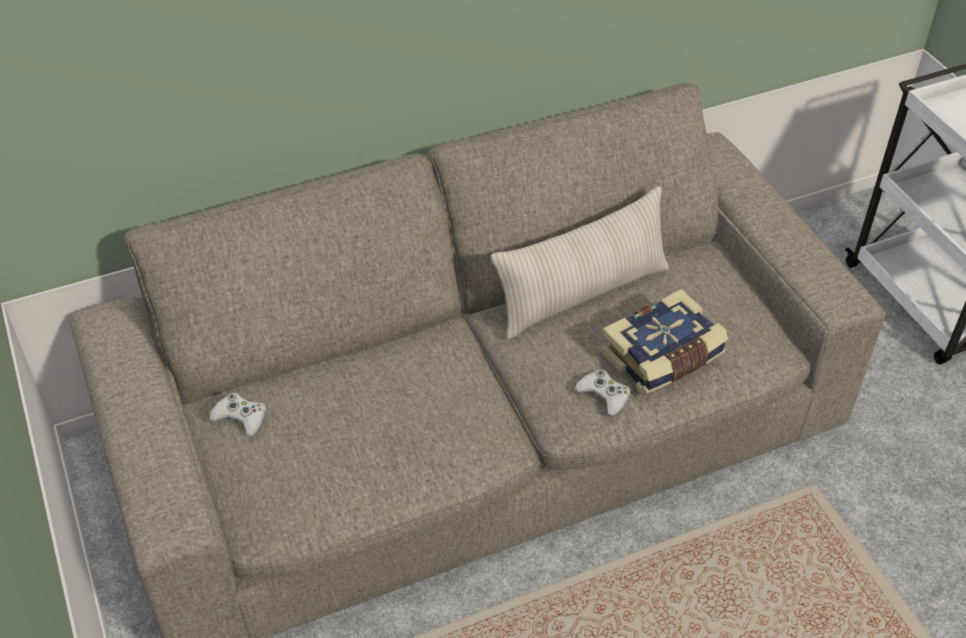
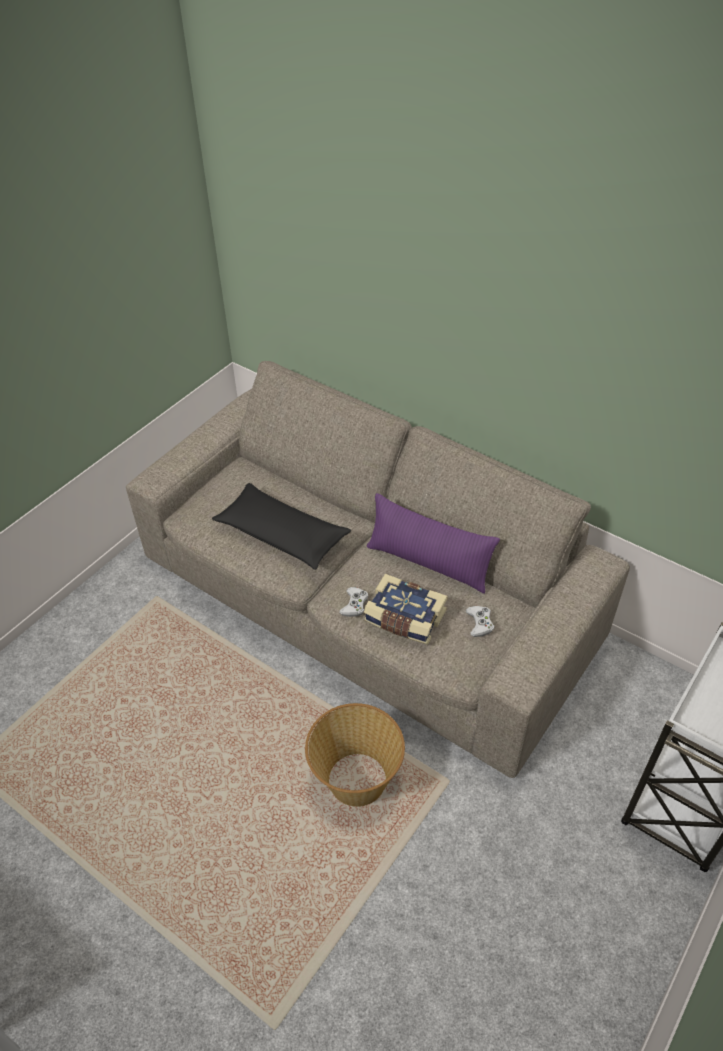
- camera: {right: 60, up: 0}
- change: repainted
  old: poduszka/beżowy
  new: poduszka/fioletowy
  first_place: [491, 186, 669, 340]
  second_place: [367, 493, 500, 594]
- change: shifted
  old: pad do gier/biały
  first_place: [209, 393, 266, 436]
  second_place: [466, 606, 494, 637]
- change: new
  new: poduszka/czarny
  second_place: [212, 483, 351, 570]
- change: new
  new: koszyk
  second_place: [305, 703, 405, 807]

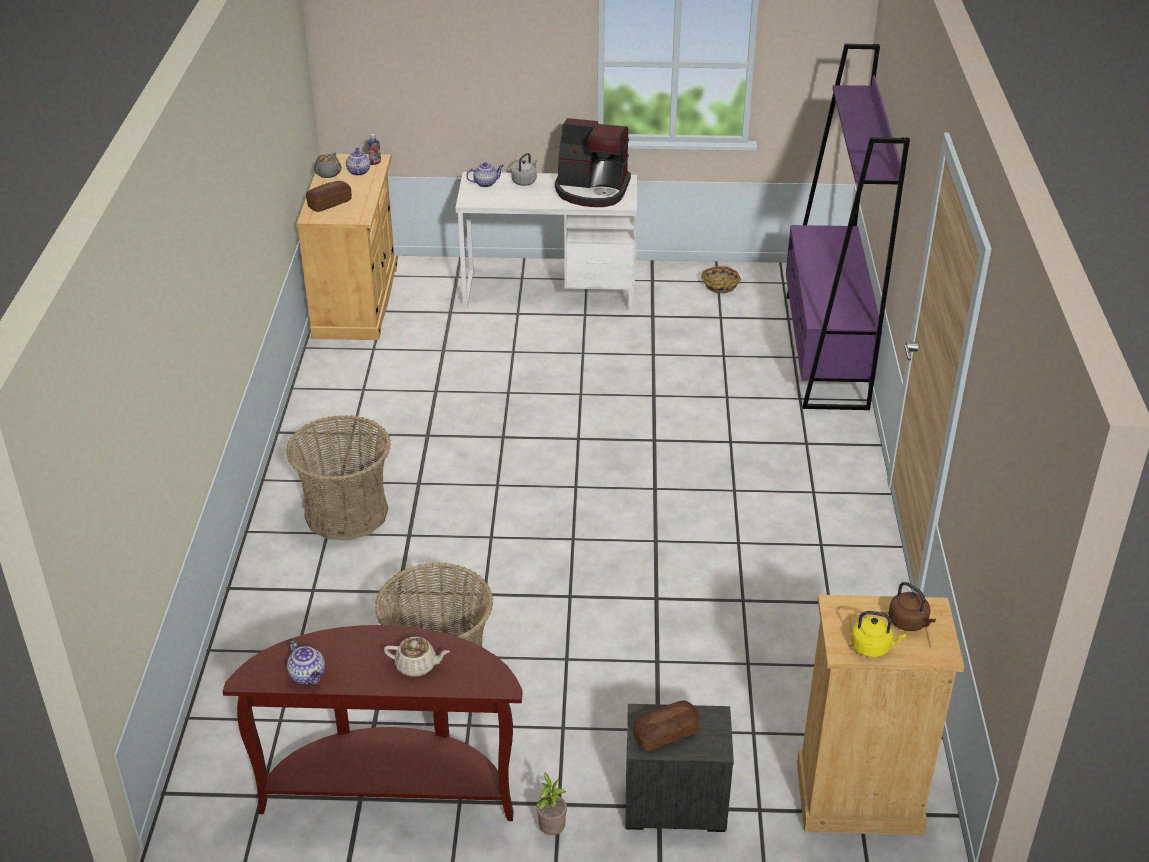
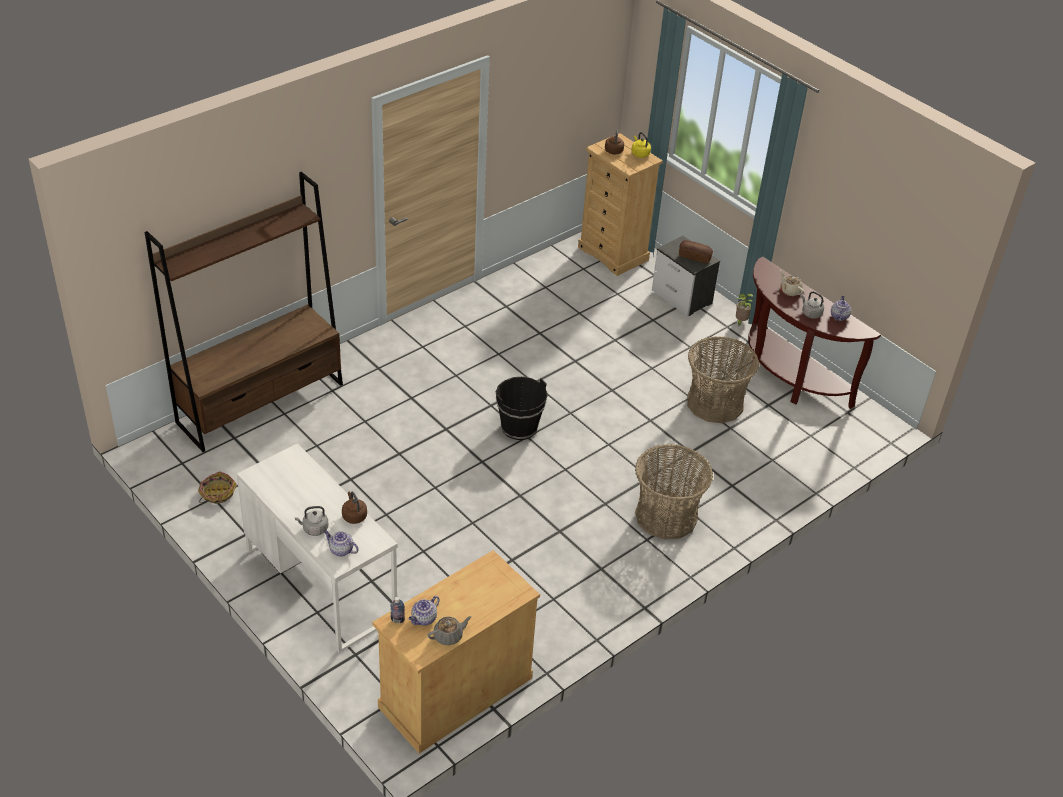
- camera: {right: -135, up: 5}
- change: repainted
  old: regał/fioletowy
  new: regał/brązowy
  first_place: [786, 43, 910, 410]
  second_place: [144, 172, 343, 452]
- change: gone
  old: ekspres do kawy
  first_place: [555, 118, 631, 207]
- change: gone
  old: chleb
  first_place: [306, 181, 352, 212]
- change: new
  new: czajnik/szary
  second_place: [801, 292, 824, 319]
- change: new
  new: wiadro/czarny
  second_place: [496, 377, 547, 440]
- change: new
  new: czajnik/brązowy
  second_place: [342, 491, 367, 524]

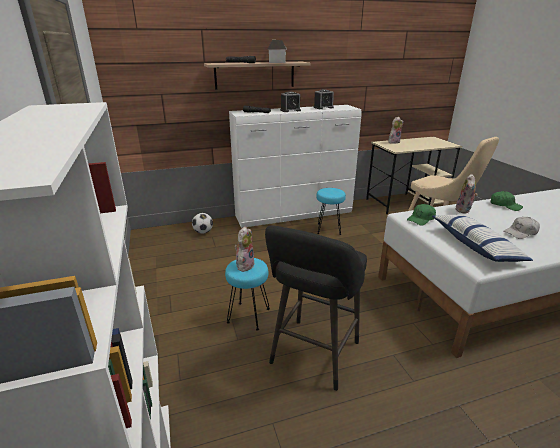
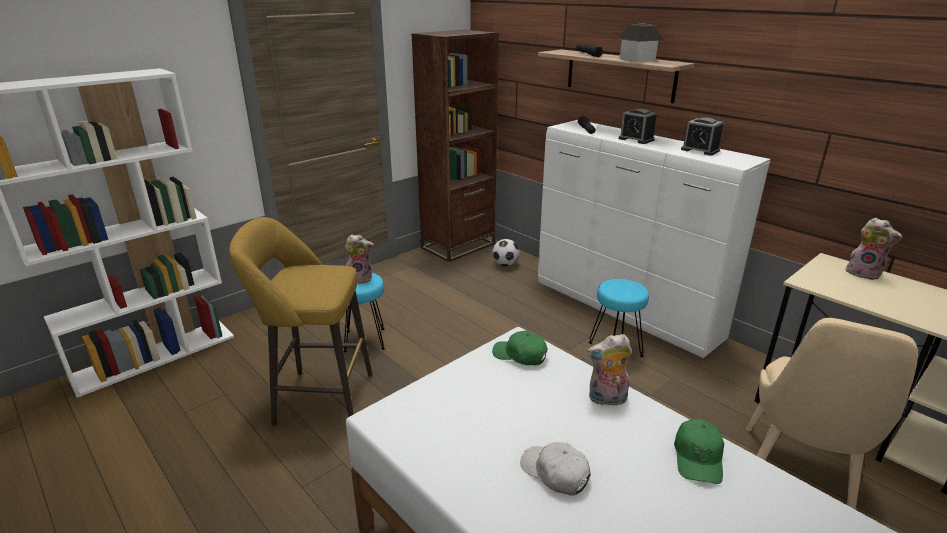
- camera: {right: 65, up: 0}
- change: gone
  old: poduszka
  first_place: [432, 215, 533, 262]
- change: repainted
  old: stołek/czarny
  new: stołek/żółty
  first_place: [265, 225, 367, 391]
  second_place: [229, 217, 373, 426]
- change: new
  new: regał/brązowy
  second_place: [411, 30, 499, 262]

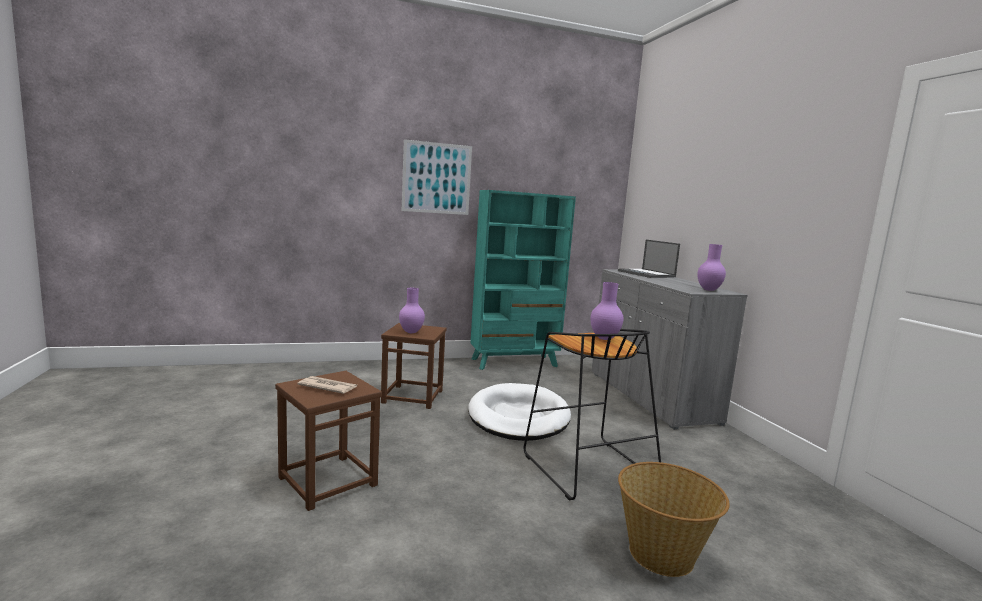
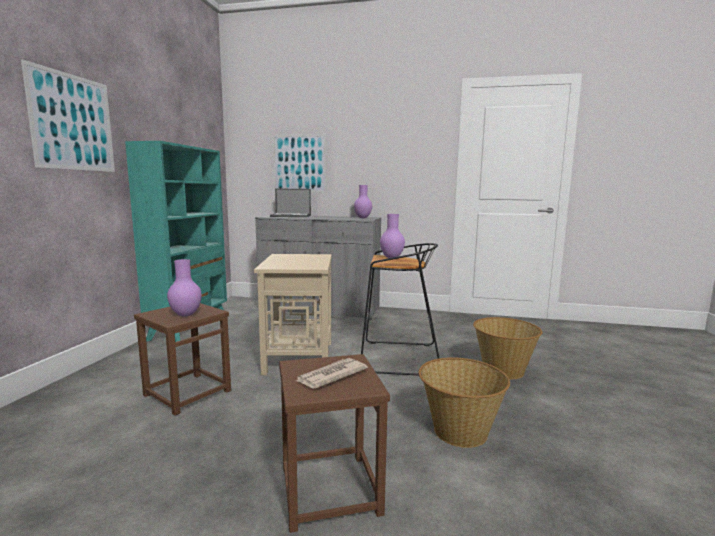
- camera: {right: -60, up: 0}
- change: swapped
  old: legowisko/biały
  new: stolik/beżowy
  first_place: [468, 383, 571, 441]
  second_place: [254, 254, 332, 375]
- change: new
  new: obraz
  second_place: [272, 134, 327, 193]
- change: new
  new: koszyk
  second_place: [419, 357, 510, 448]

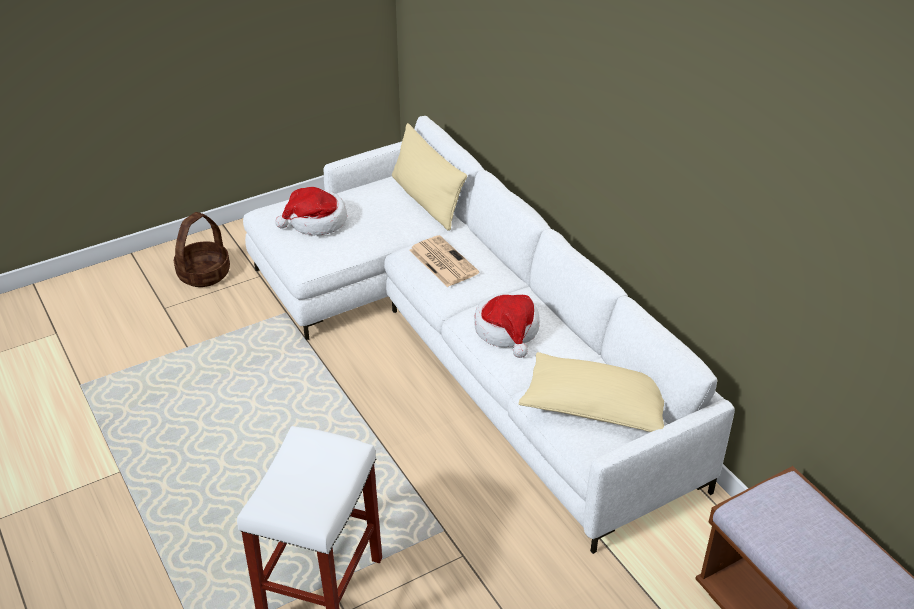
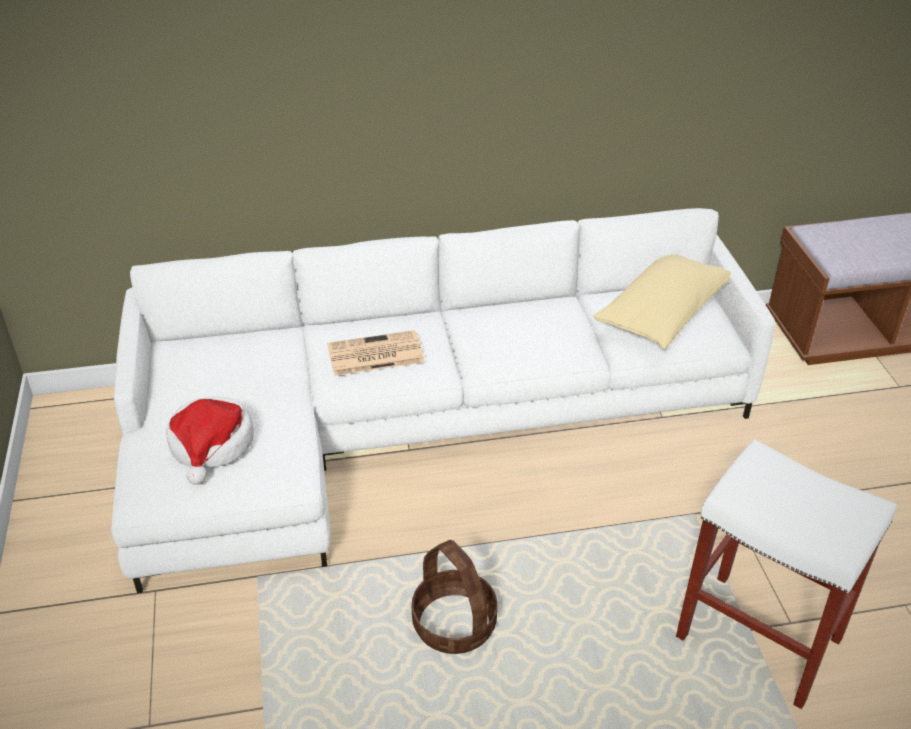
- camera: {right: -70, up: 0}
- change: gone
  old: poduszka/beżowy
  first_place: [392, 123, 467, 231]
- change: shifted
  old: koszyk
  first_place: [174, 212, 230, 287]
  second_place: [411, 540, 497, 654]
- change: gone
  old: kapelusz
  first_place: [474, 293, 540, 358]

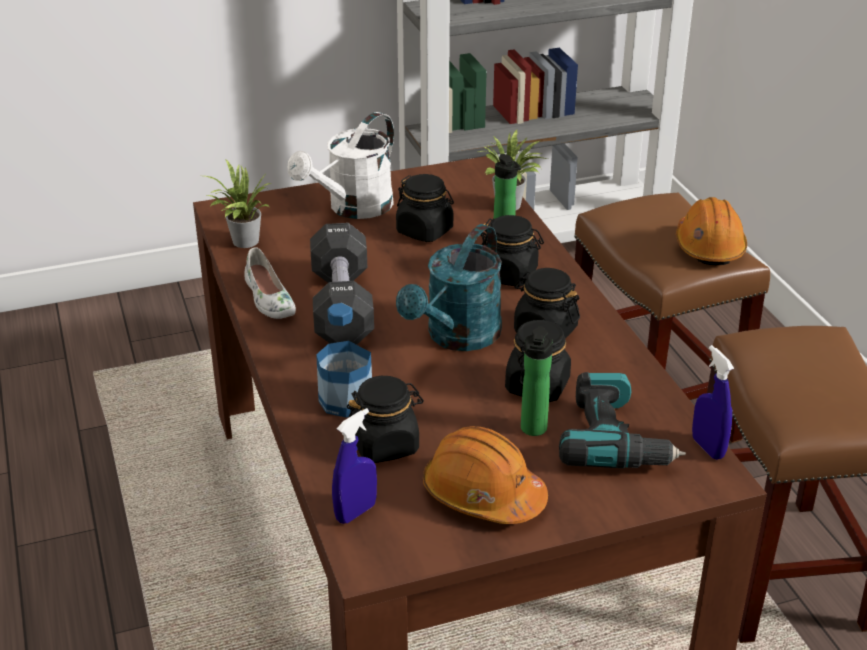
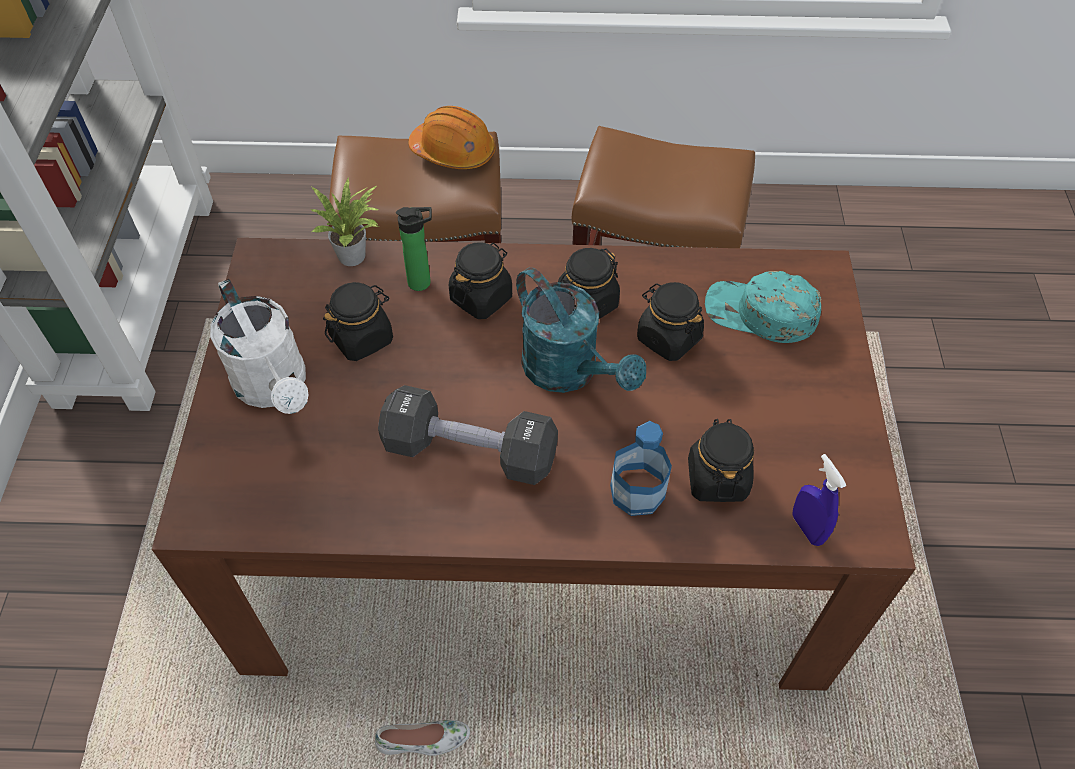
- camera: {right: -70, up: 20}
- change: gone
  old: roślina doniczkowa
  first_place: [205, 159, 272, 248]
- change: shifted
  old: but/biały
  first_place: [245, 247, 296, 319]
  second_place: [375, 720, 470, 756]
- change: gone
  old: butelka
  first_place: [521, 326, 553, 436]
- change: gone
  old: spryskiwacz/niebieski
  first_place: [692, 345, 734, 460]
- change: swapped
  old: wiertarka
  new: czapka z daszkiem/turkusowy
  first_place: [559, 372, 686, 468]
  second_place: [705, 271, 821, 343]
- change: gone
  old: kask/pomarańczowy
  first_place: [423, 426, 548, 524]

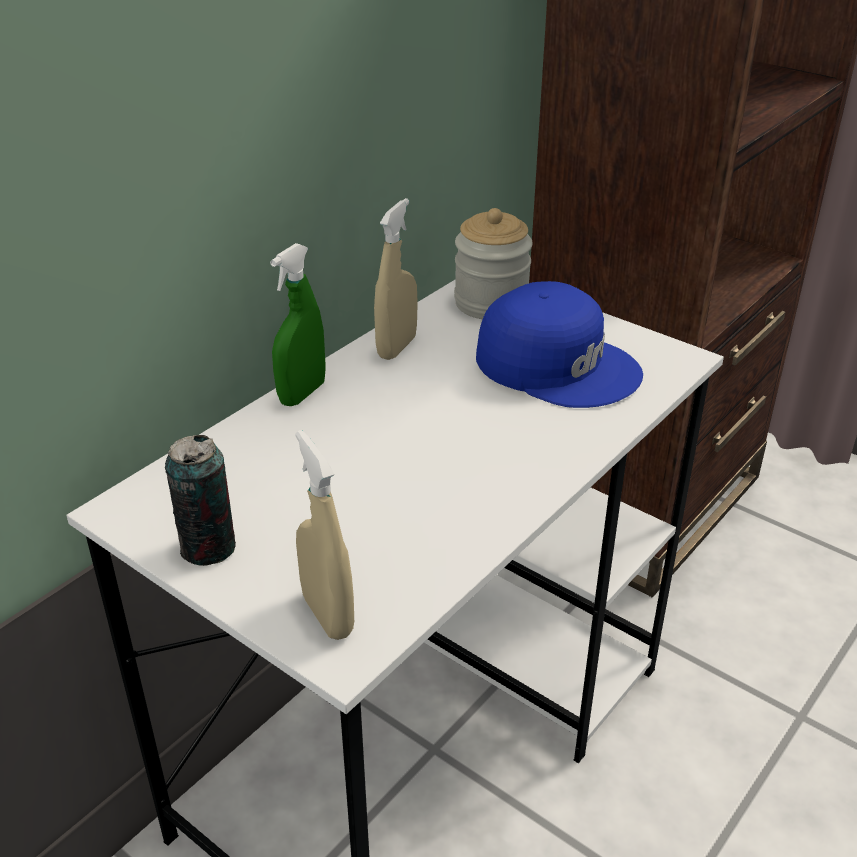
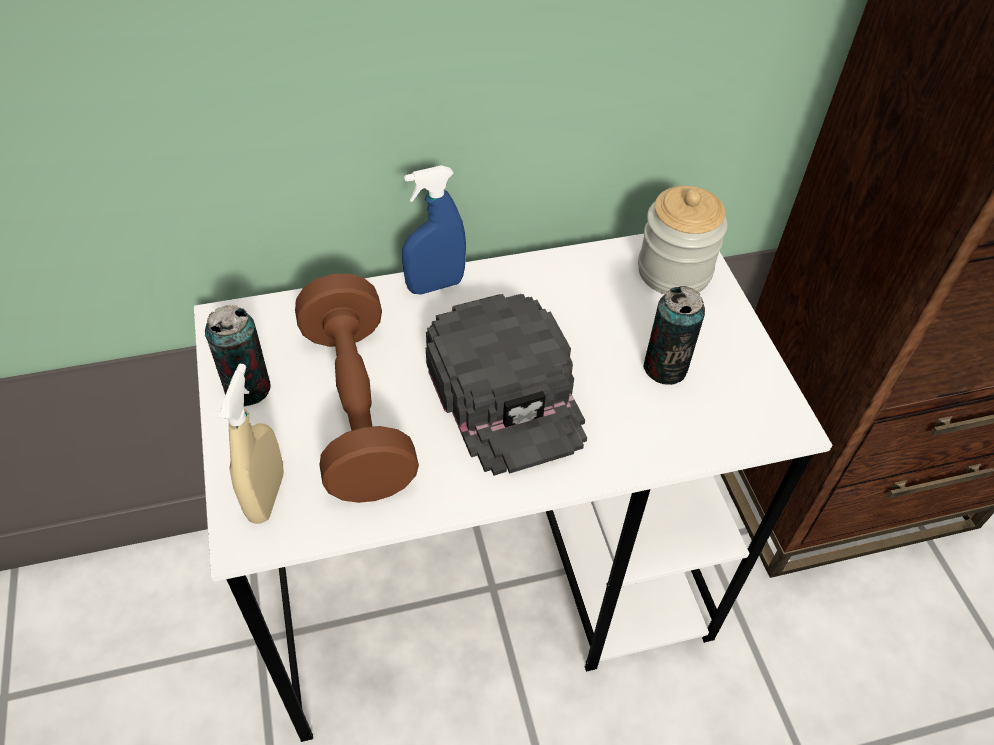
- camera: {right: 35, up: 15}
- change: gone
  old: spryskiwacz/beżowy
  first_place: [374, 198, 418, 360]
- change: repainted
  old: spryskiwacz/zielony
  new: spryskiwacz/niebieski
  first_place: [270, 243, 326, 406]
  second_place: [402, 165, 466, 295]
- change: swapped
  old: czapka z daszkiem/niebieski
  new: puszka
  first_place: [476, 281, 643, 408]
  second_place: [643, 286, 705, 385]
- change: new
  new: hantel/brązowy
  second_place: [295, 274, 419, 503]
- change: new
  new: czapka z daszkiem/czarny
  second_place: [426, 294, 587, 476]

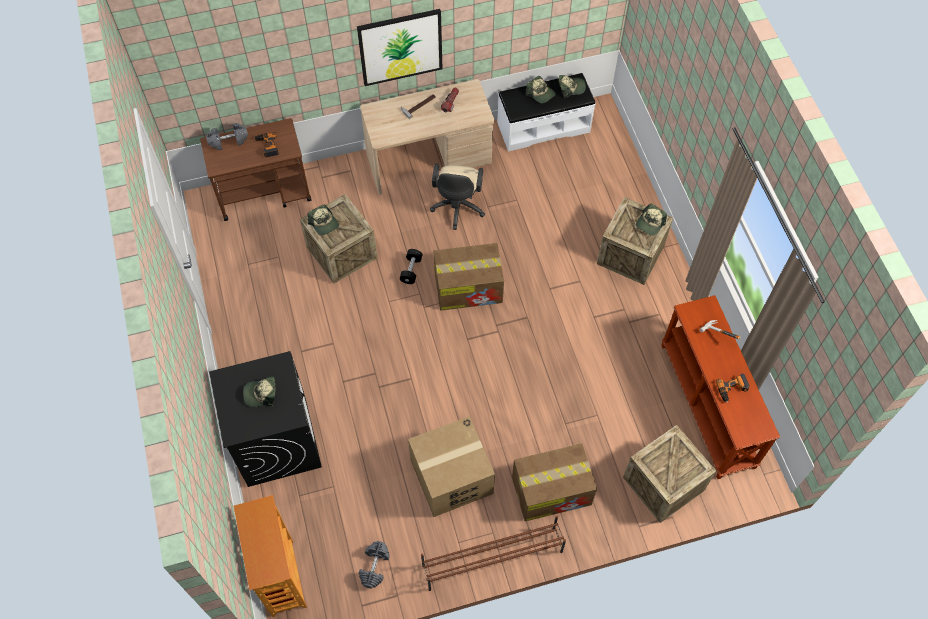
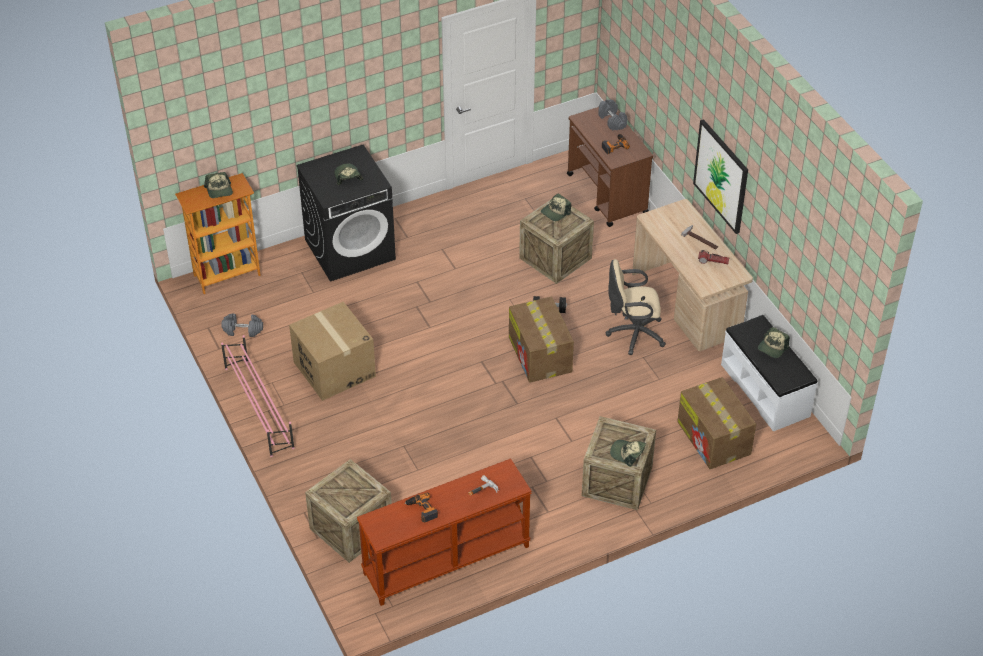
- camera: {right: 80, up: -15}
- change: shifted
  old: czapka z daszkiem
  first_place: [559, 75, 586, 98]
  second_place: [204, 172, 233, 198]
- change: shifted
  old: karton
  first_place: [512, 444, 597, 521]
  second_place: [677, 377, 756, 469]
- change: repainted
  old: regał na buty/brązowy
  new: regał na buty/różowy
  first_place: [421, 515, 566, 591]
  second_place: [221, 335, 295, 457]

